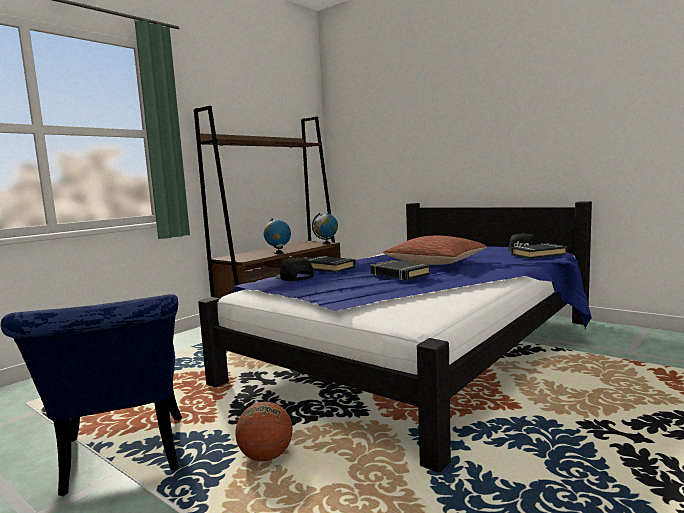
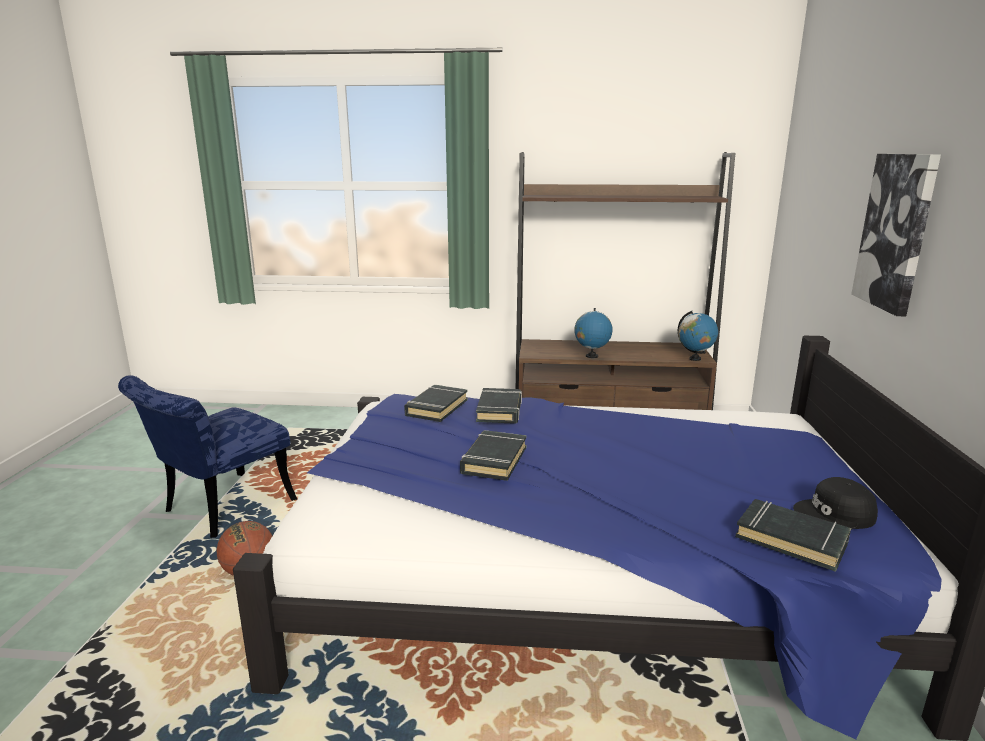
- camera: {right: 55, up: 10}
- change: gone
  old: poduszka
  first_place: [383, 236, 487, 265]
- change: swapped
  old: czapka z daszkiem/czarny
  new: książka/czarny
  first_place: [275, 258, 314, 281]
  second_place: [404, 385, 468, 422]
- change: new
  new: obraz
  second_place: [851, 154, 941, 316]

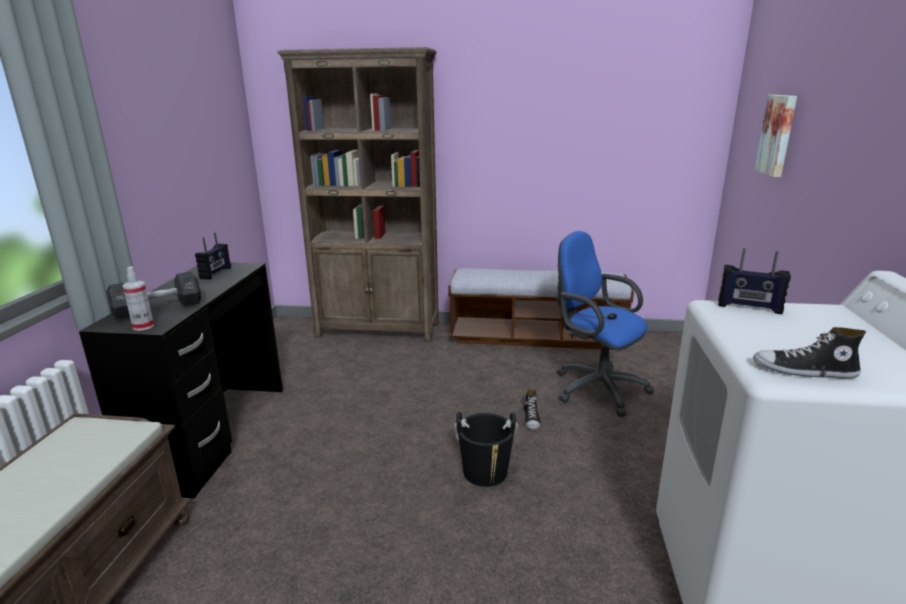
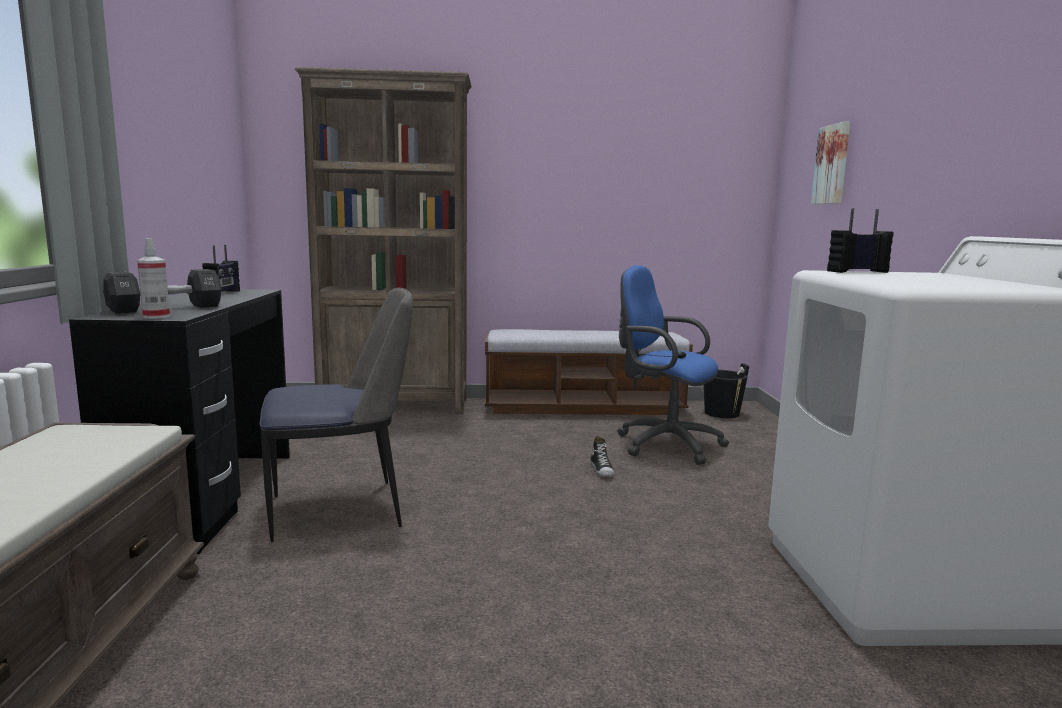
- camera: {right: -10, up: -10}
- change: rotated
  old: radio
  first_place: [718, 248, 791, 314]
  second_place: [827, 209, 893, 273]
  degrees: 150
- change: gone
  old: but
  first_place: [753, 327, 866, 379]
- change: shifted
  old: wiadro/czarny
  first_place: [454, 412, 518, 487]
  second_place: [701, 363, 749, 418]
- change: new
  new: krzesło
  second_place: [259, 288, 413, 542]

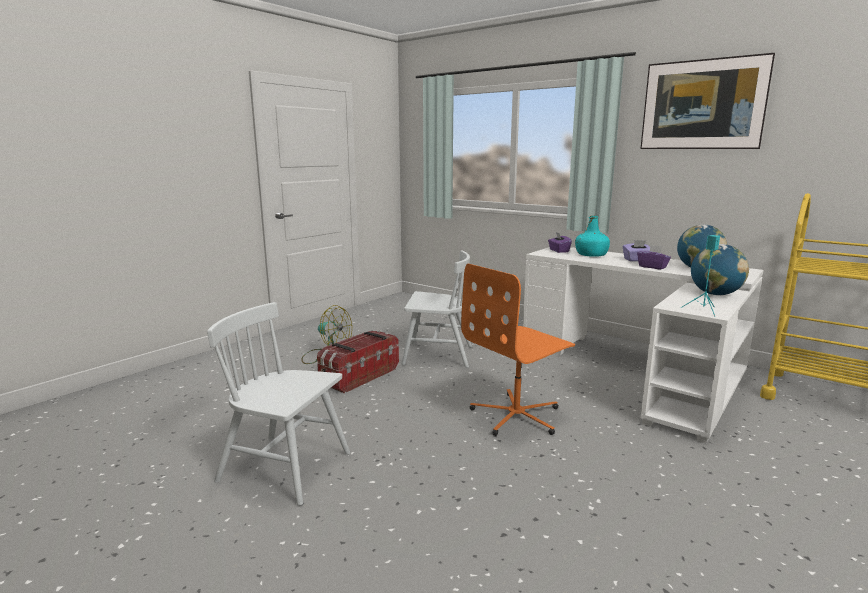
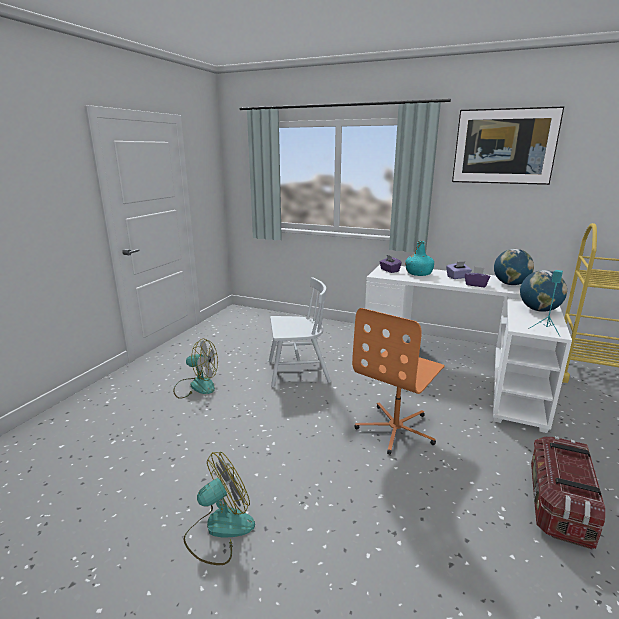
- camera: {right: -15, up: 5}
- change: swapped
  old: krzesło/biały
  new: wentylator
  first_place: [207, 302, 350, 506]
  second_place: [183, 452, 255, 565]
- change: shifted
  old: pojemnik do przechowywania
  first_place: [317, 330, 399, 393]
  second_place: [531, 436, 605, 549]

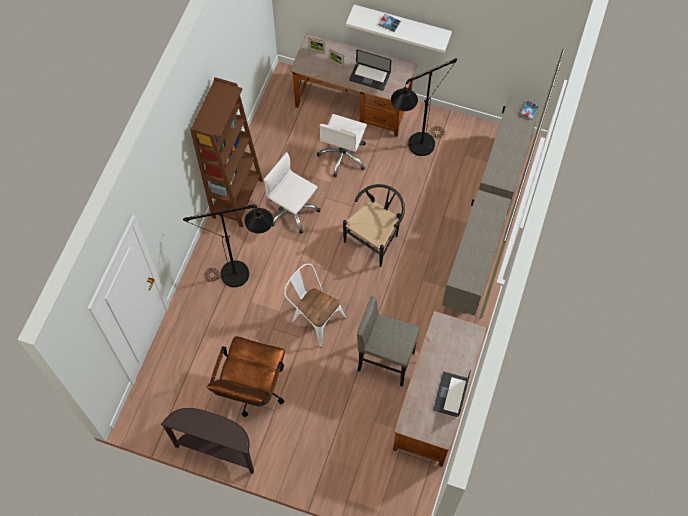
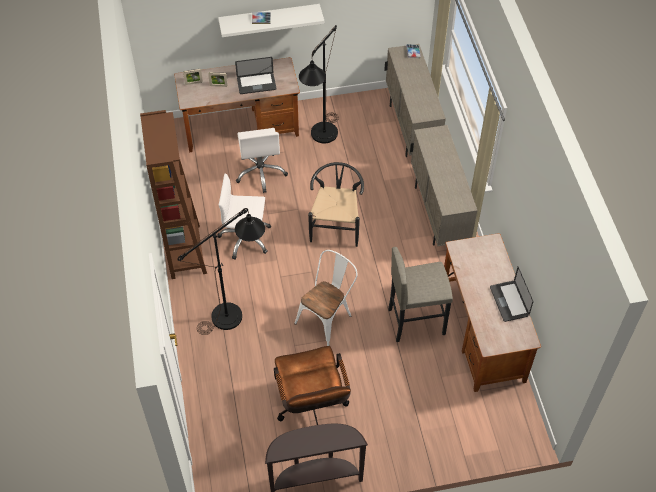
- camera: {right: -30, up: -10}
- change: rotated
  old: krzesło/biały
  first_place: [284, 263, 346, 347]
  second_place: [295, 250, 358, 346]
  degrees: 120

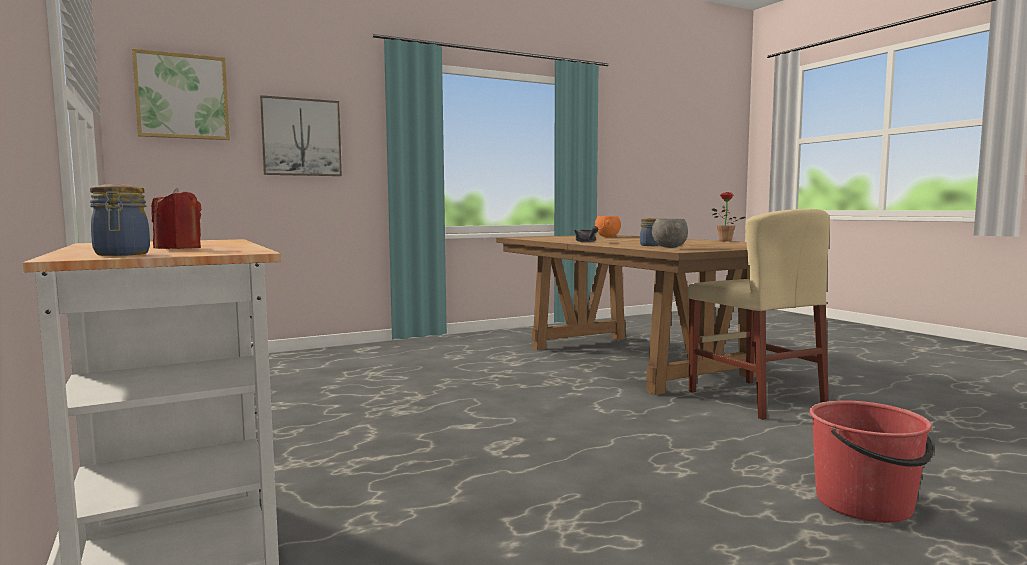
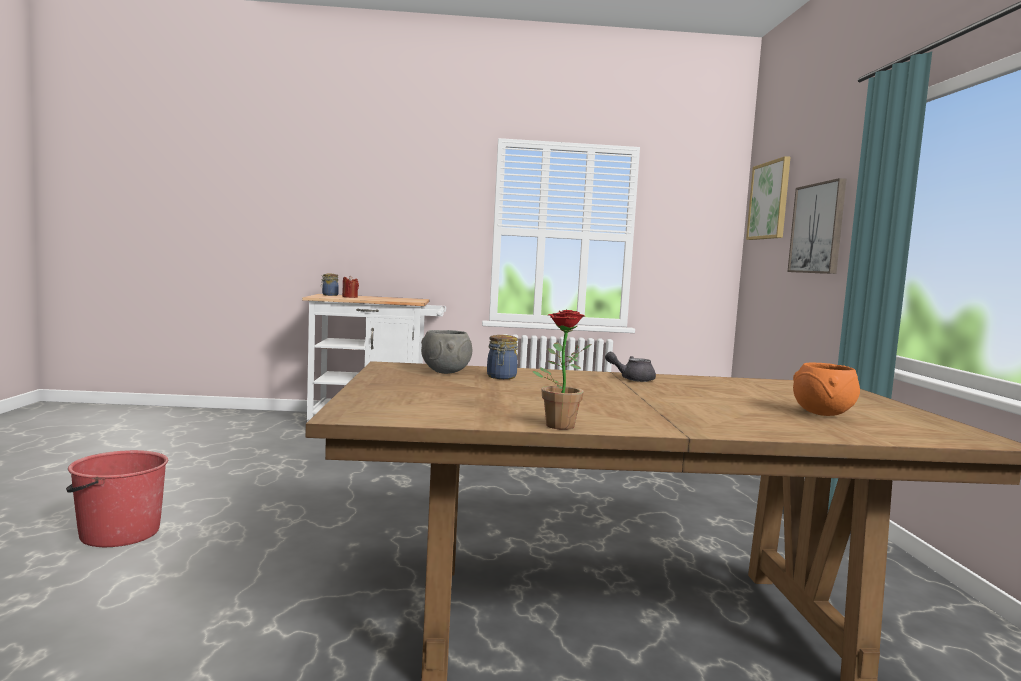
- camera: {right: 115, up: 0}
- change: gone
  old: krzesło/beżowy
  first_place: [688, 209, 830, 420]

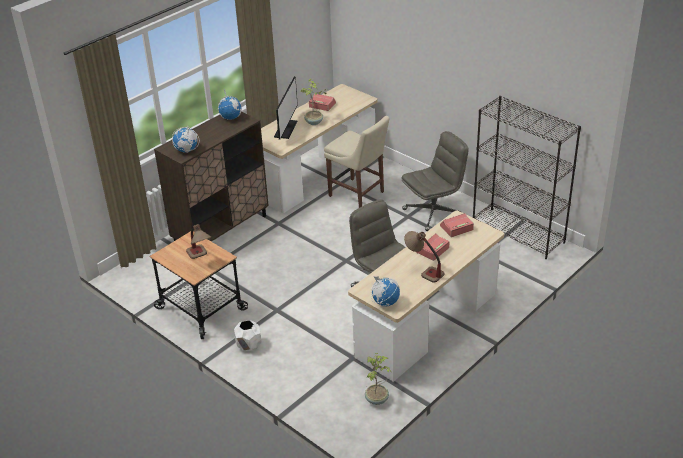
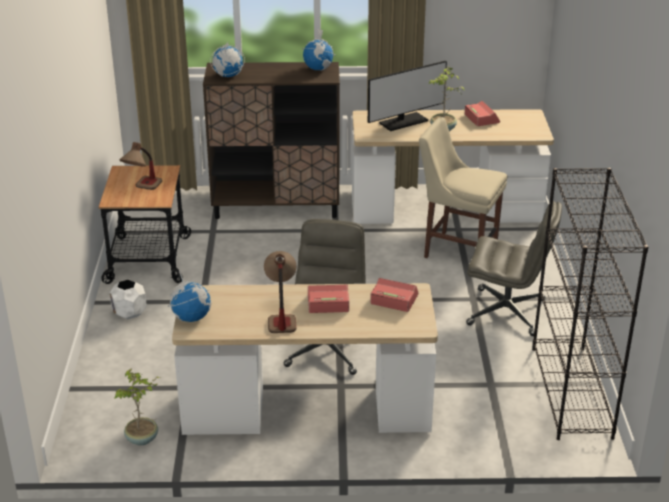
- camera: {right: 45, up: -5}
- change: rotated
  old: krzesło/beżowy
  first_place: [324, 116, 390, 208]
  second_place: [419, 117, 507, 258]
  degrees: 120

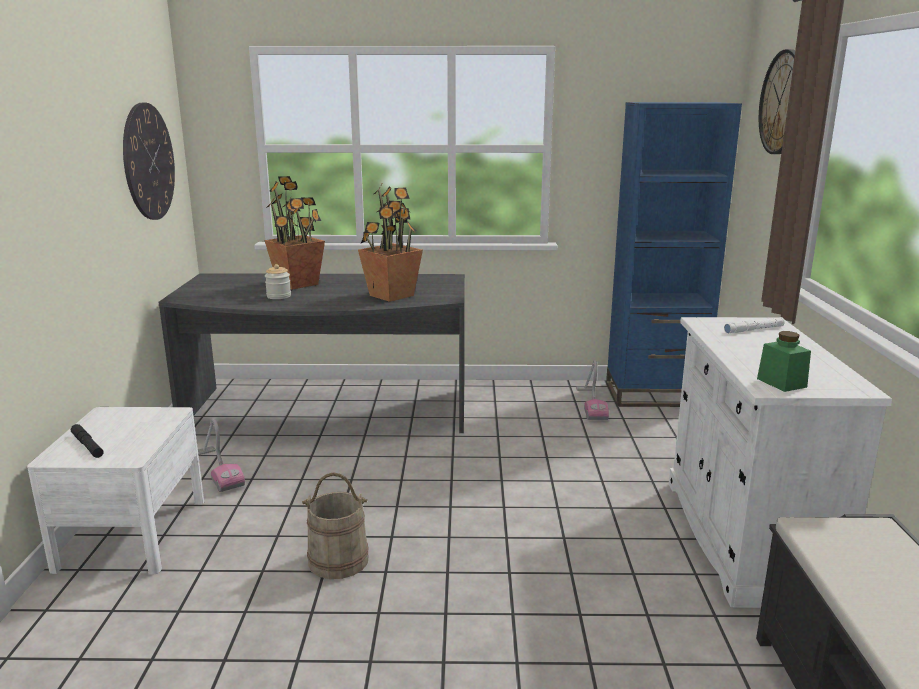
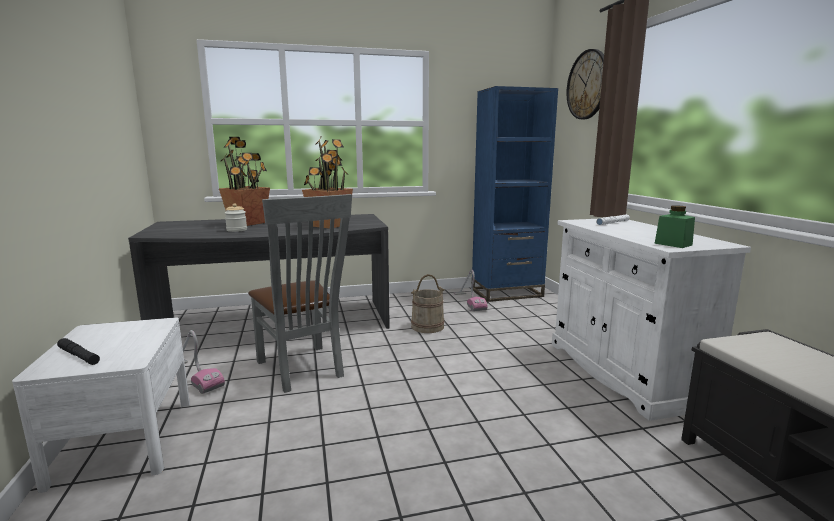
- camera: {right: -15, up: -5}
- change: gone
  old: zegar ścienny
  first_place: [123, 103, 175, 220]
- change: shifted
  old: wiadro/beżowy
  first_place: [302, 472, 369, 579]
  second_place: [411, 274, 445, 333]
- change: new
  new: krzesło/szary
  second_place: [248, 194, 352, 393]

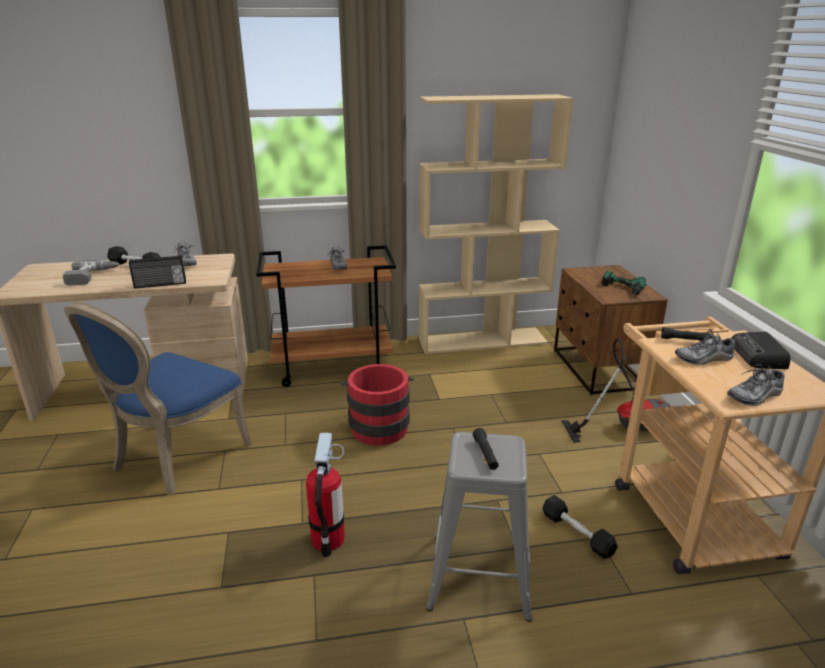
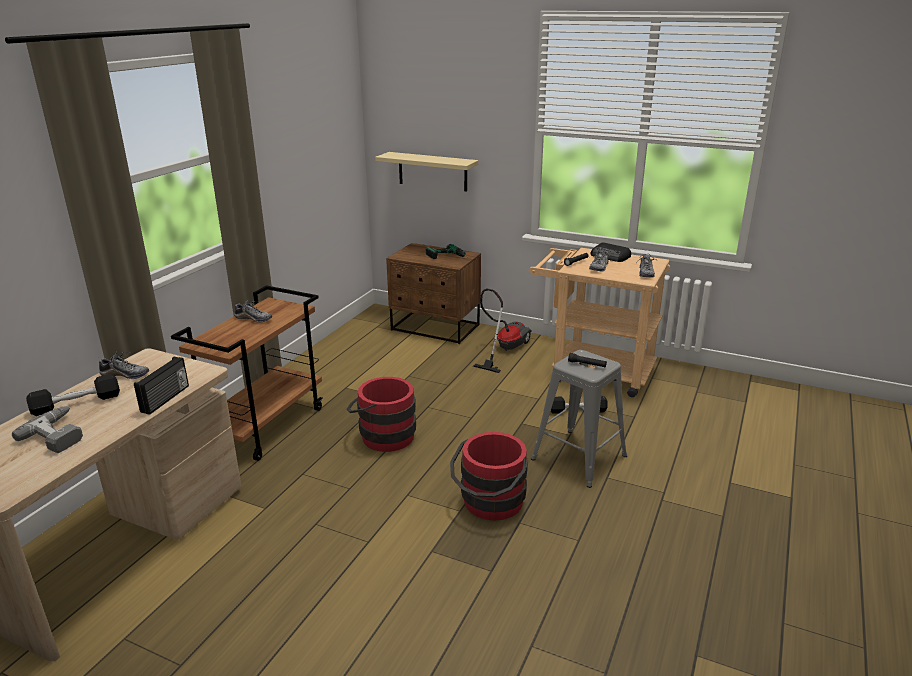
- camera: {right: -55, up: 0}
- change: gone
  old: regał/beżowy
  first_place: [419, 94, 574, 354]
- change: gone
  old: krzesło/niebieski
  first_place: [64, 302, 252, 495]
- change: swapped
  old: gaśnica
  new: wiadro/czerwony
  first_place: [306, 433, 345, 557]
  second_place: [450, 432, 528, 521]
- change: new
  new: półka/beżowy
  second_place: [375, 152, 478, 191]

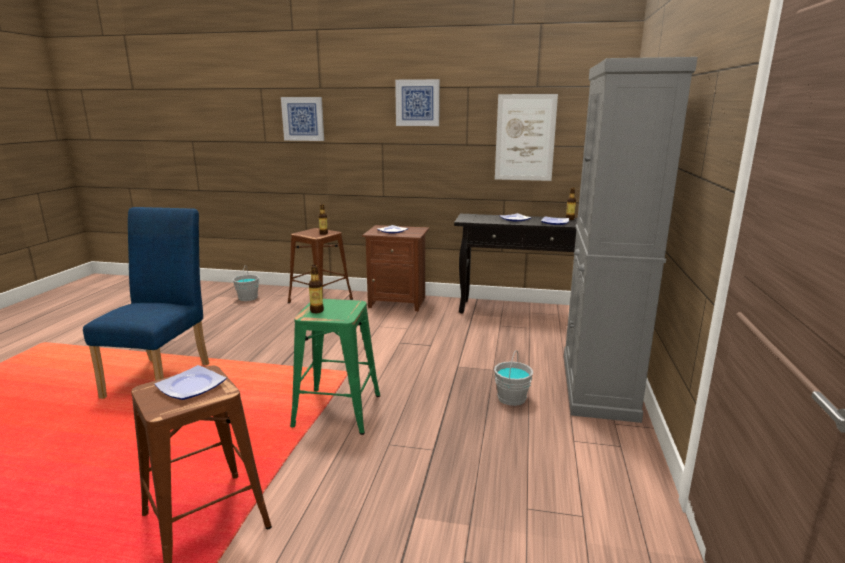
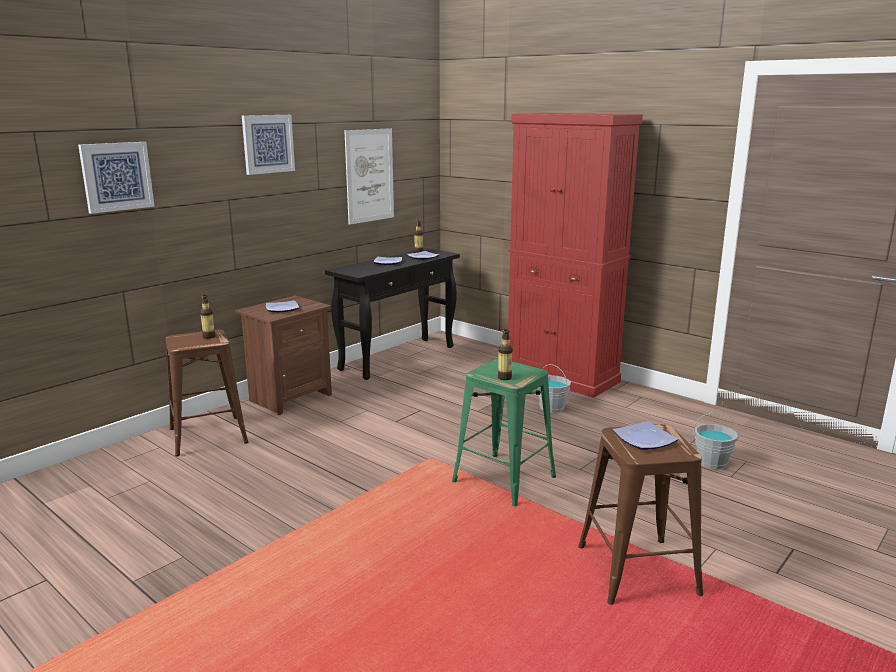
- camera: {right: -60, up: 0}
- change: repainted
  old: szafka/szary
  new: szafka/czerwony
  first_place: [564, 57, 698, 423]
  second_place: [508, 113, 643, 397]
- change: gone
  old: krzesło/niebieski
  first_place: [83, 207, 209, 399]
- change: shifted
  old: wiadro/szary
  first_place: [233, 265, 259, 301]
  second_place: [694, 413, 739, 469]

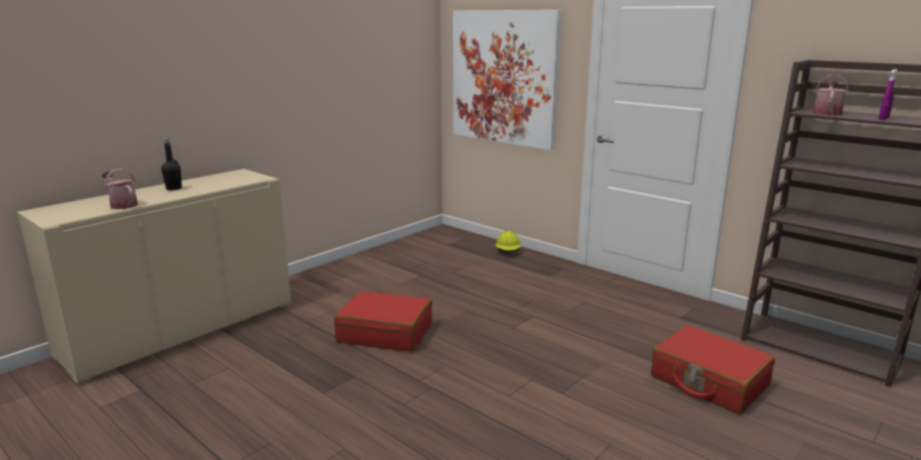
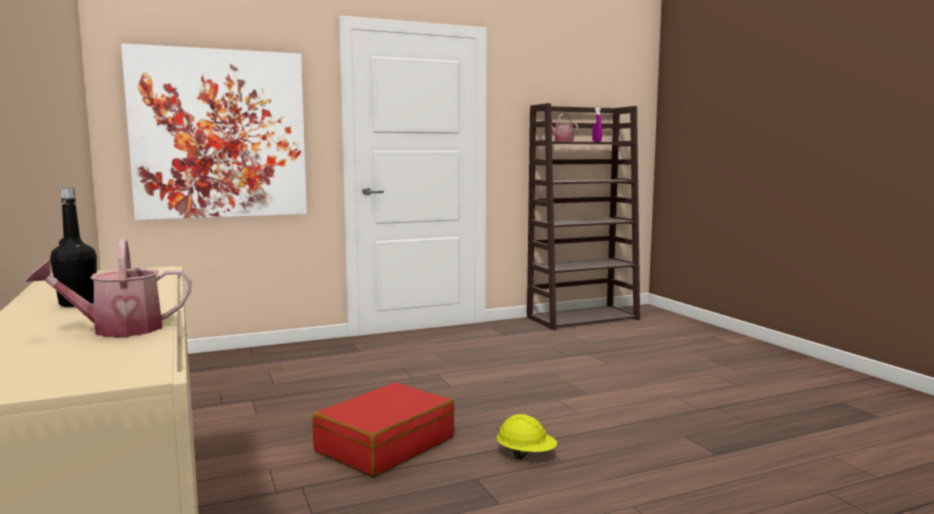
- camera: {right: -65, up: -10}
- change: shifted
  old: kask/żółty
  first_place: [496, 231, 521, 252]
  second_place: [497, 414, 557, 459]
- change: gone
  old: walizka/czerwony
  first_place: [651, 325, 775, 414]

